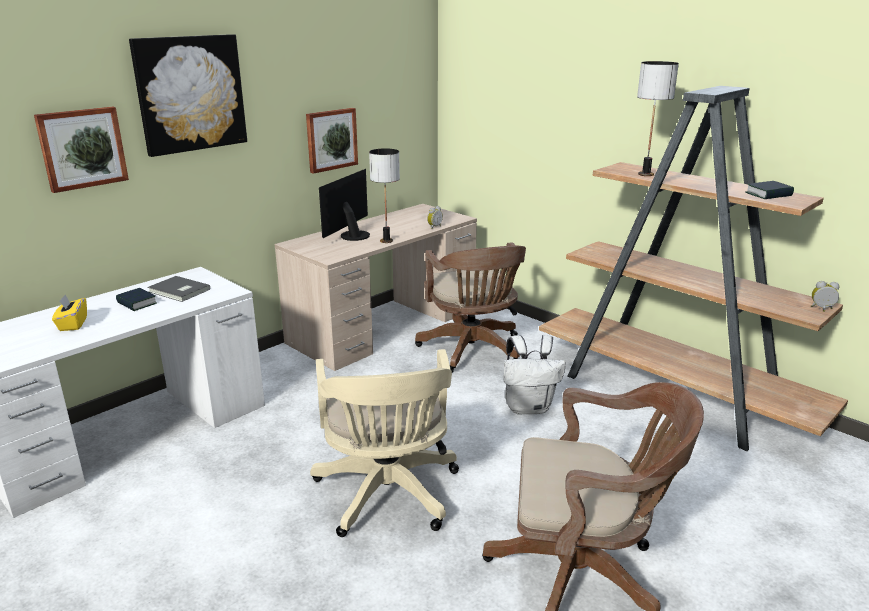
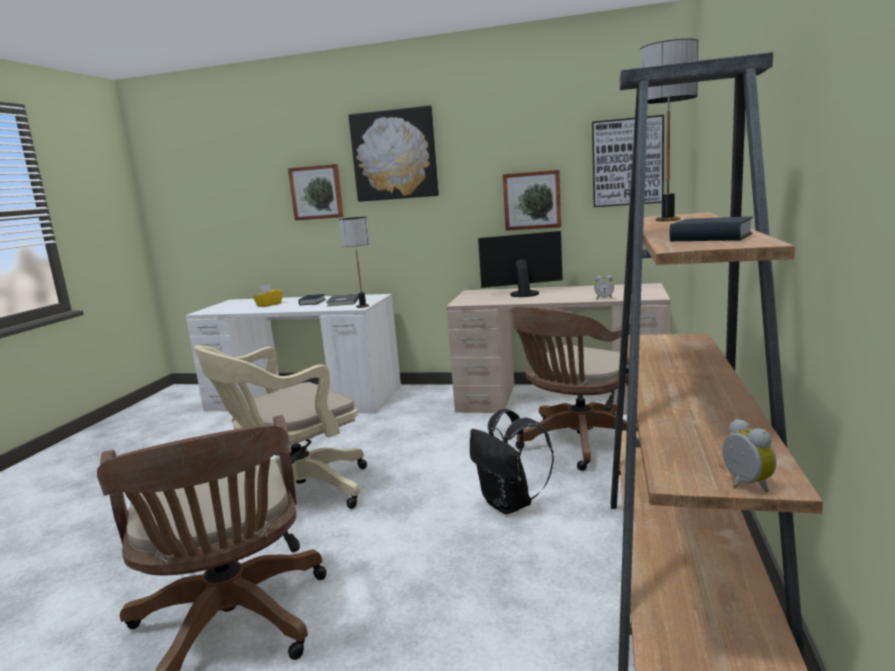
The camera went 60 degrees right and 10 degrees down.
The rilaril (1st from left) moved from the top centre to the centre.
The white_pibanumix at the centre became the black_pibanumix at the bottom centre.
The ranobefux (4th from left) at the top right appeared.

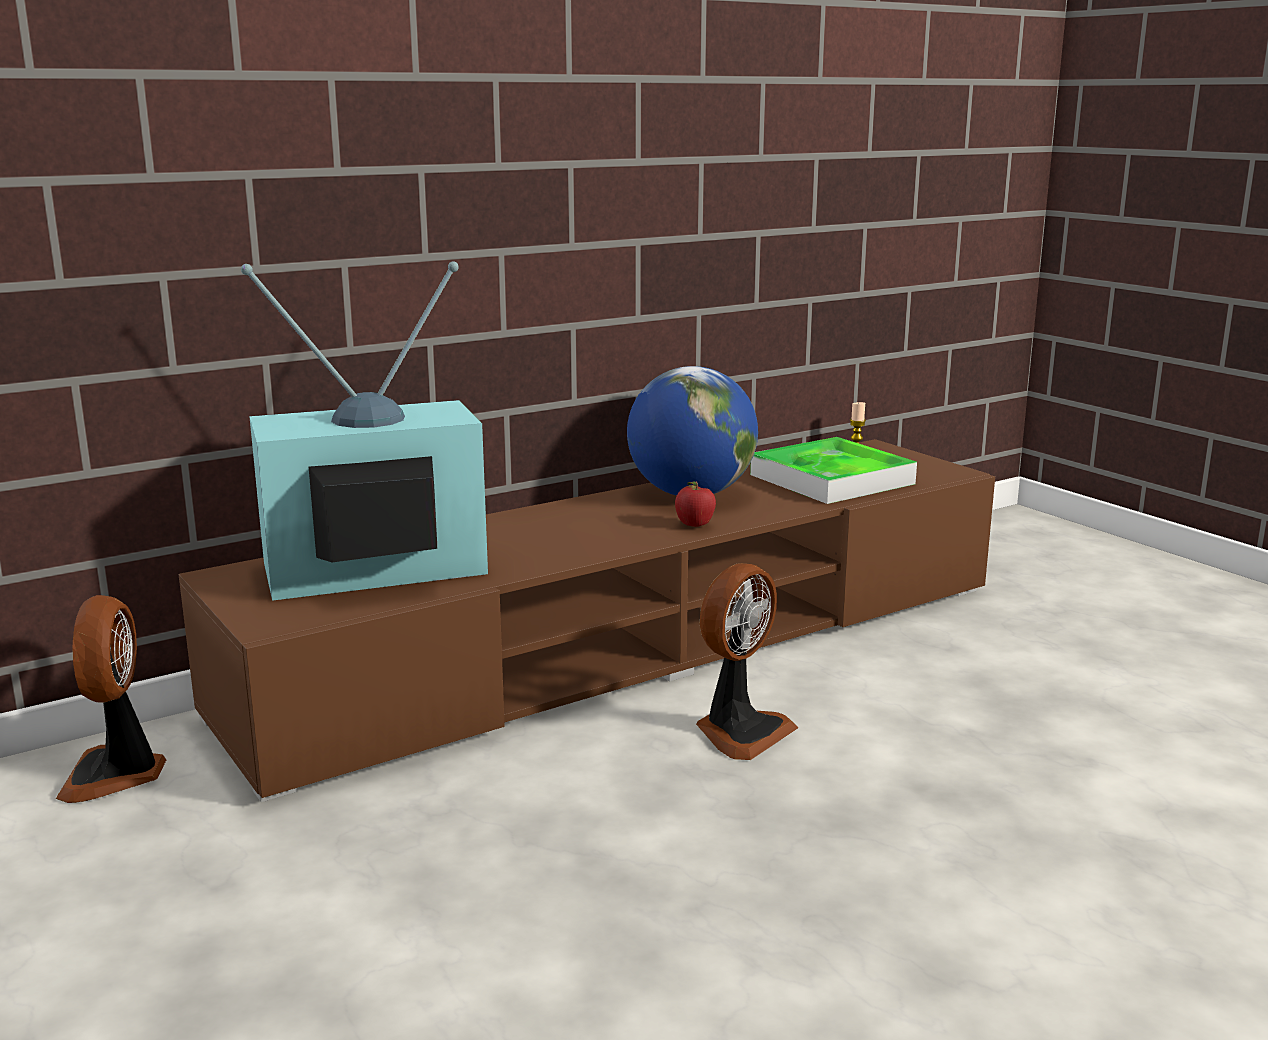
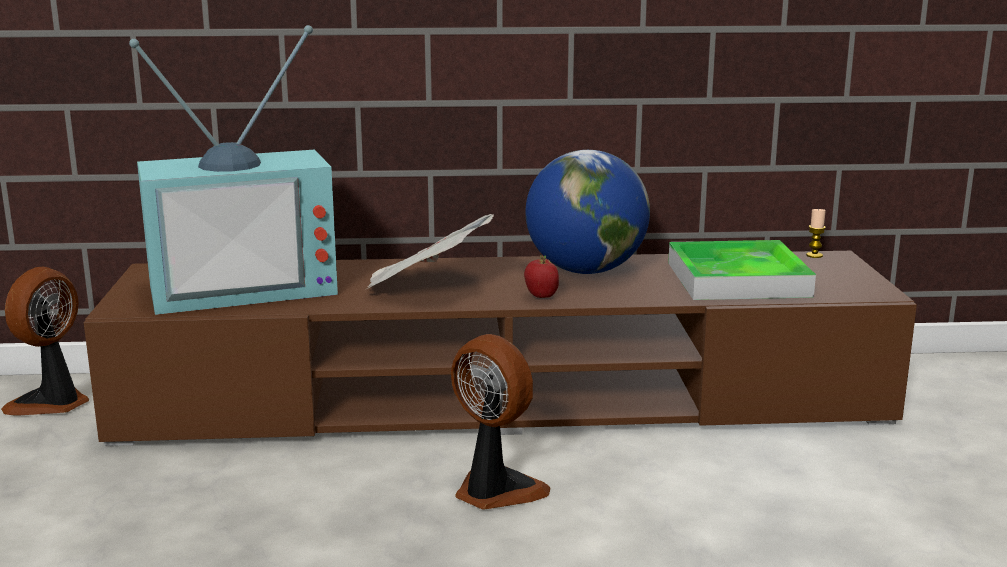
The camera went 30 degrees right and 0 degrees up.
The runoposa at the middle left turned 150 degrees clockwise.
The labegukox (2nd from left) at the centre turned 120 degrees counterclockwise.
The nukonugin at the centre appeared.

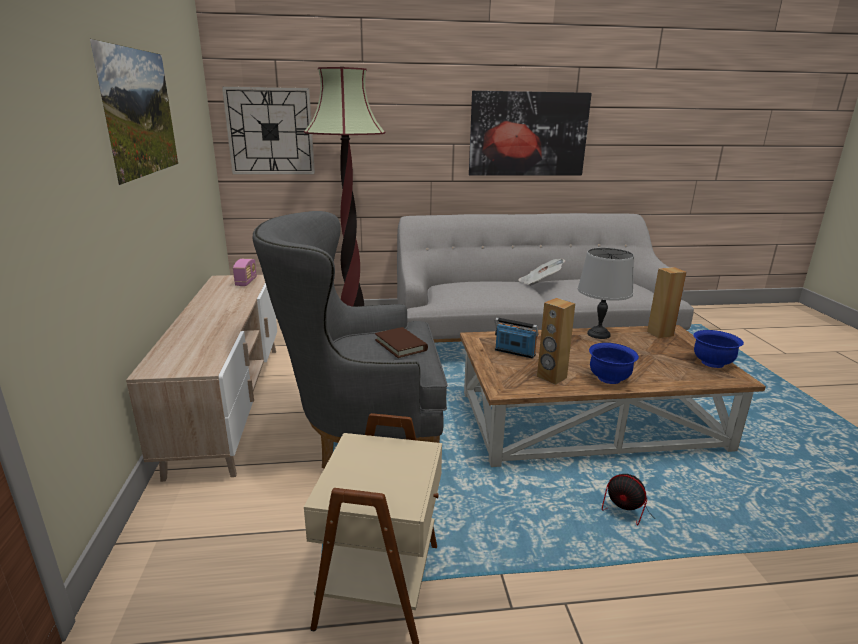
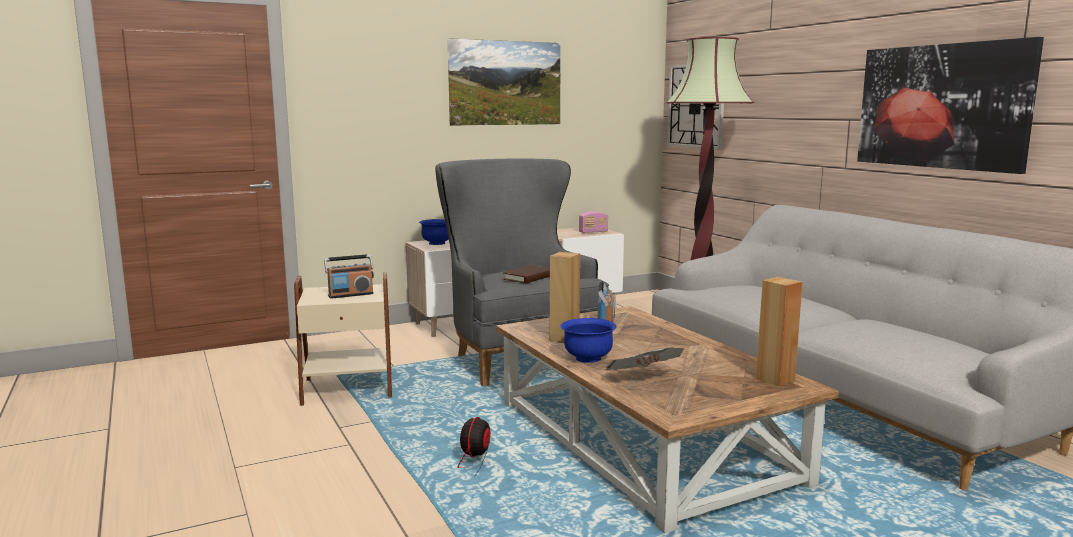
The camera went 70 degrees right and 10 degrees down.
The nukonugin moved from the centre to the bottom centre.
The grey_rilaril at the middle right disappeared.
The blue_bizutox (2nd from left in the first image) moved from the middle right to the centre.
The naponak (1st from left) at the middle left appeared.

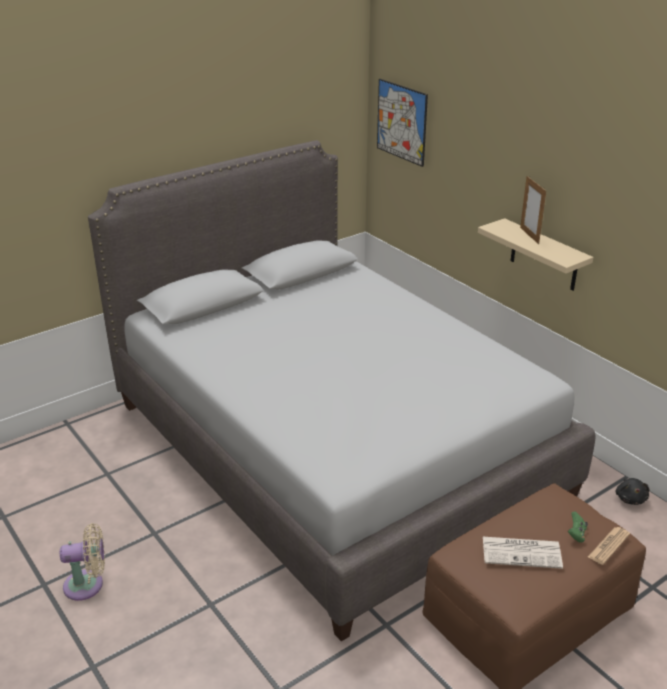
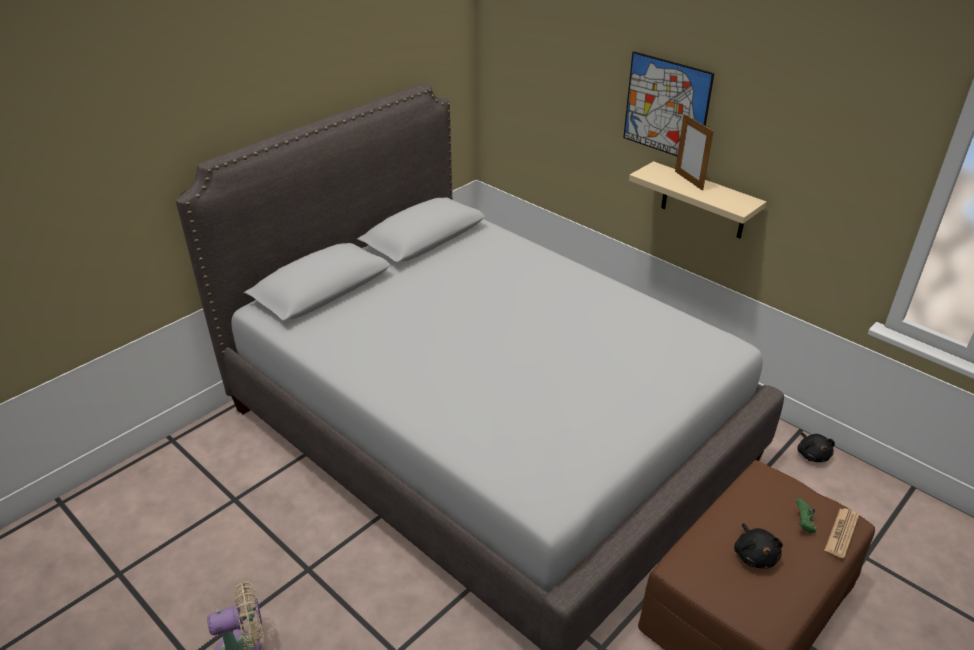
The camera went 10 degrees left and 5 degrees up.
The ranobefux moved from the top centre to the top right.
The nukonugin (1st from left) at the bottom right was replaced by the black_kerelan (1st from left) at the bottom right.

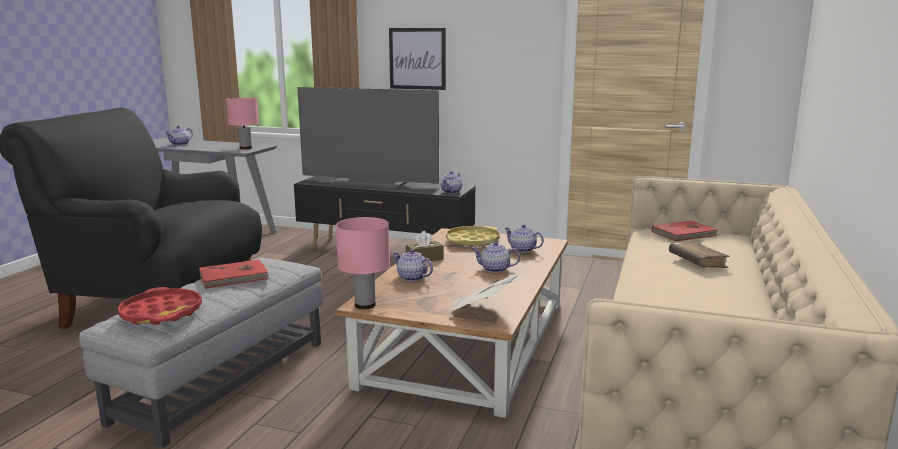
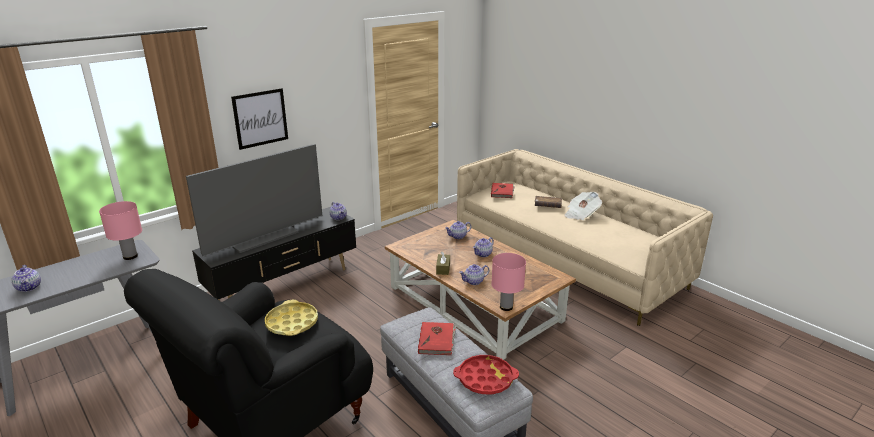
The camera went 60 degrees left and 10 degrees up.
The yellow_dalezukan moved from the centre to the bottom left.
The nukonugin moved from the centre to the middle right.

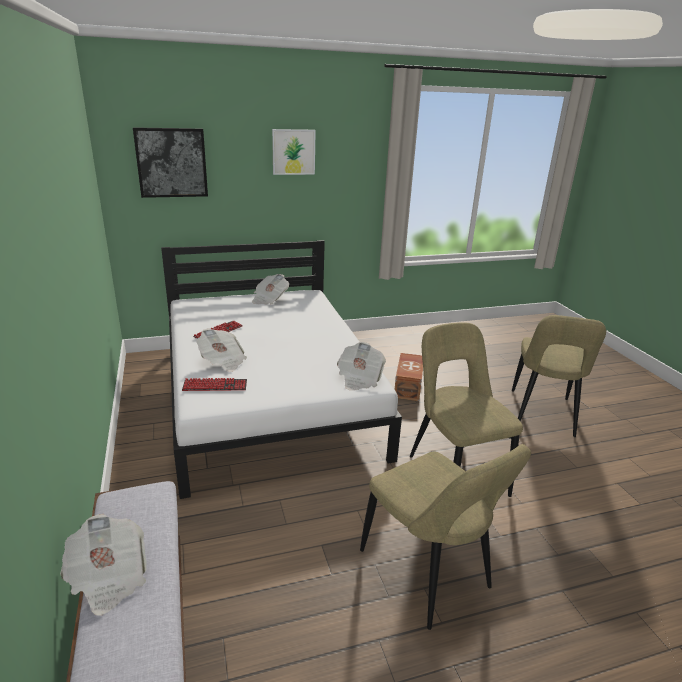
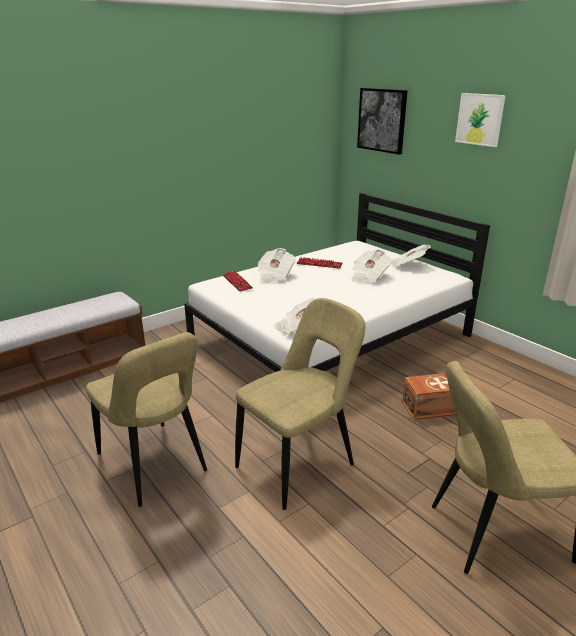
The camera went 70 degrees right and 0 degrees up.
The nukonugin (1st from left in the first image) moved from the bottom left to the centre.
The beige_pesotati (1st from left) at the bottom centre turned 75 degrees counterclockwise.

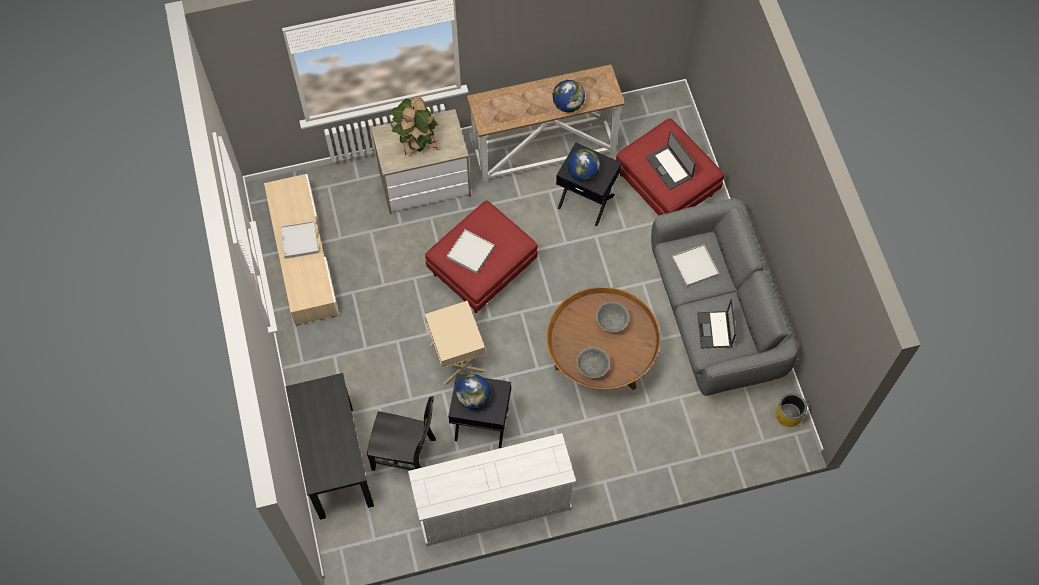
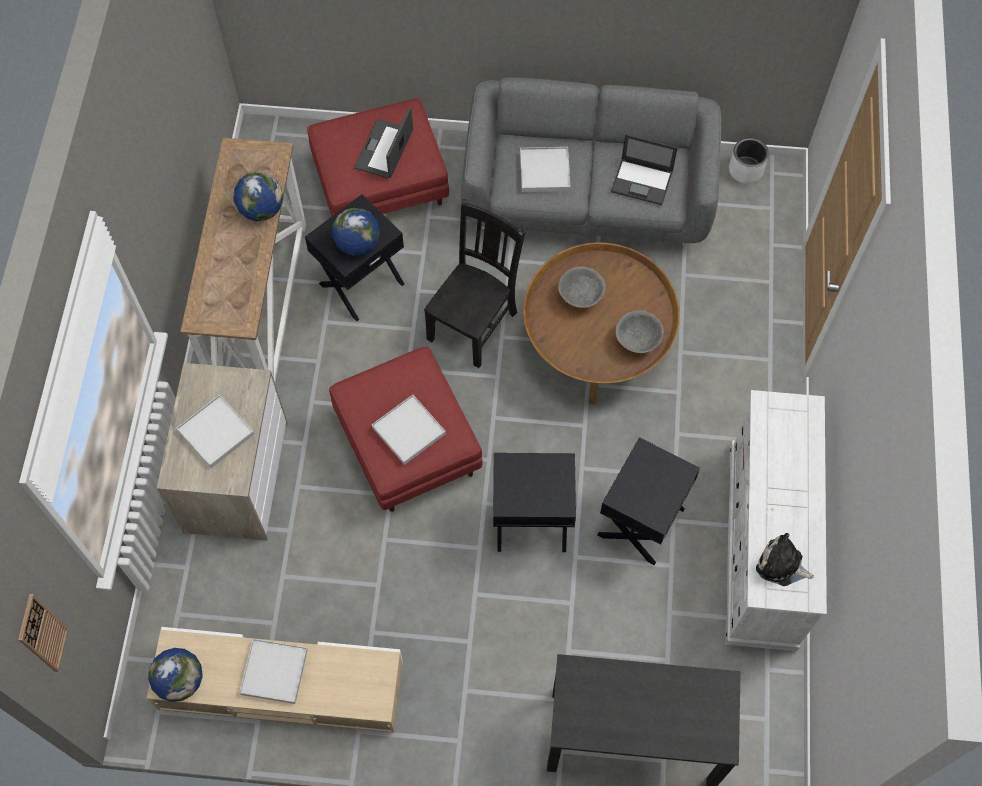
The camera went 70 degrees left and 0 degrees up.
The black_pesotati moved from the bottom centre to the centre.
The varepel at the top centre was replaced by the white_dalezukan (1st from left) at the middle left.
The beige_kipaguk at the centre became the black_kipaguk (2nd from left) at the centre.
The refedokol (1st from left) moved from the bottom centre to the bottom left.
The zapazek (1st from left) at the top centre turned 120 degrees clockwise.
The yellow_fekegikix at the bottom right became the white_fekegikix at the top right.
The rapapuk at the bottom left appeared.
The kerelan at the bottom right appeared.

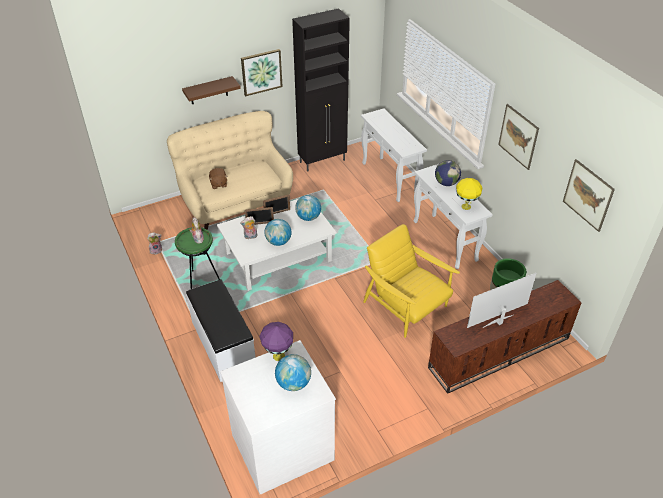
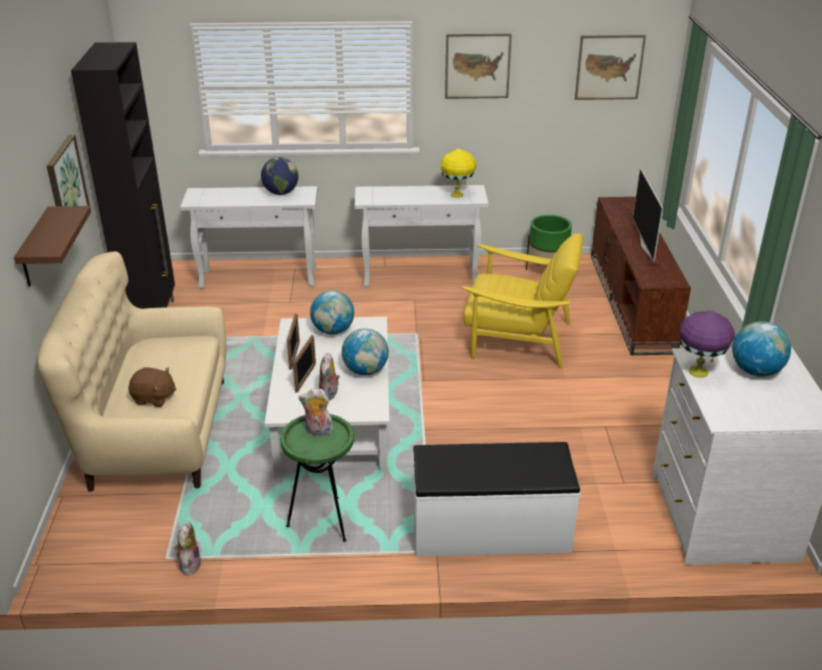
The camera went 65 degrees left and 10 degrees down.
The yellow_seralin at the centre turned 150 degrees counterclockwise.
The refedokol (4th from left in the first image) moved from the middle right to the top centre.

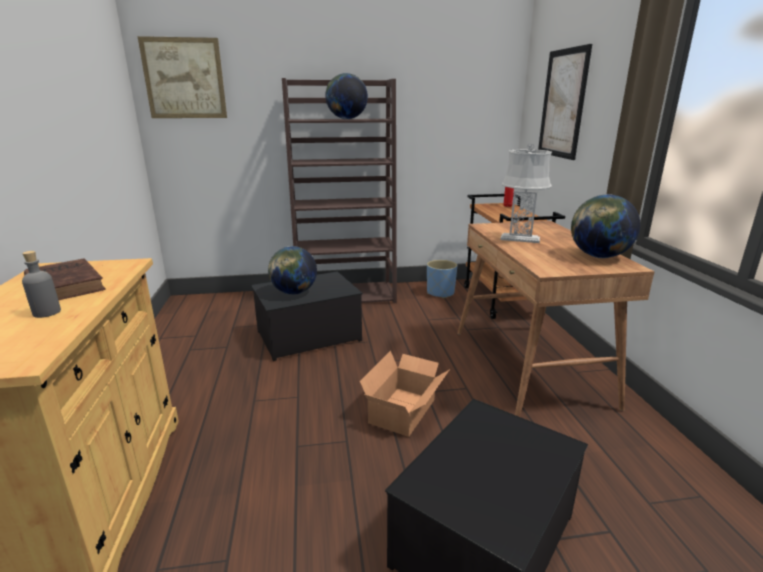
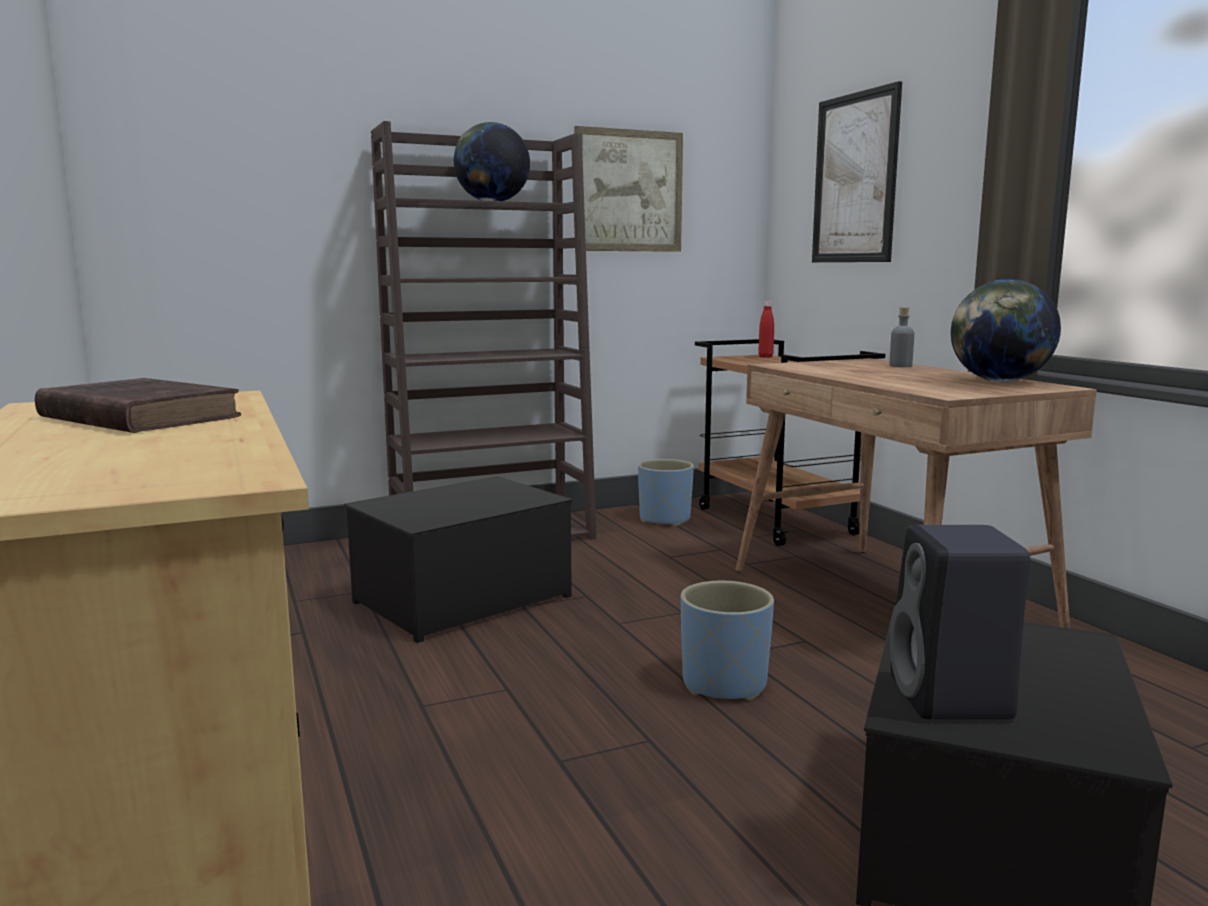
The camera went 15 degrees left and 10 degrees down.
The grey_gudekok moved from the middle left to the middle right.
The ranobefux (1st from left) moved from the top left to the top centre.
The refedokol (1st from left) at the centre disappeared.
The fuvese at the bottom centre was replaced by the blue_fekegikix (2nd from left) at the bottom centre.
The grey_rilaril at the middle right disappeared.
The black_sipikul at the bottom right appeared.

